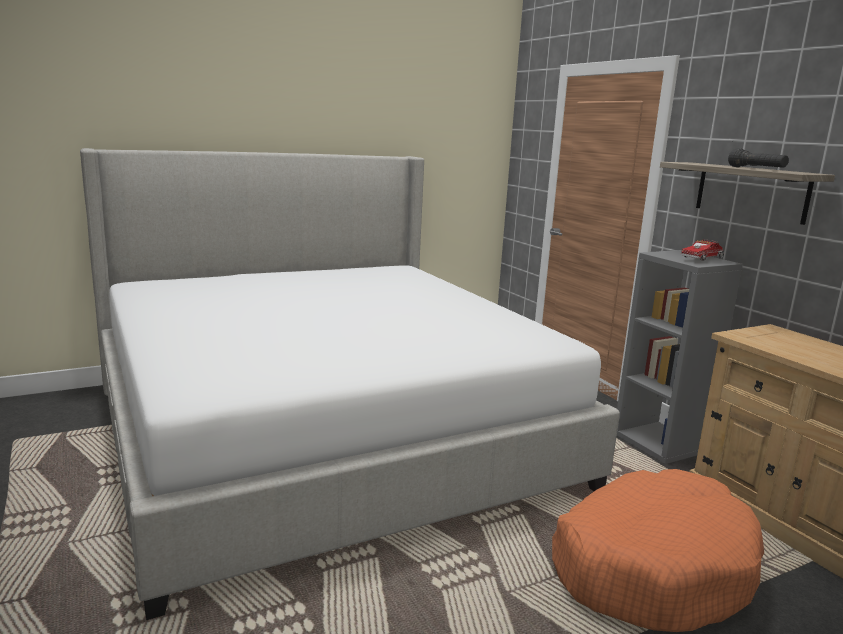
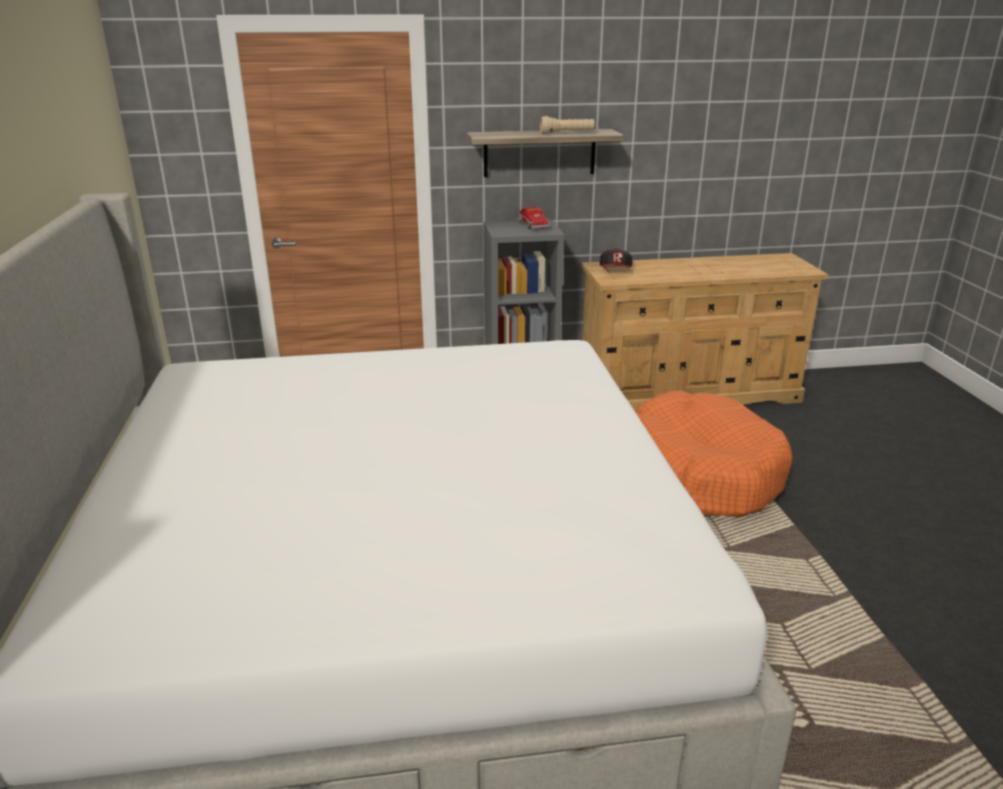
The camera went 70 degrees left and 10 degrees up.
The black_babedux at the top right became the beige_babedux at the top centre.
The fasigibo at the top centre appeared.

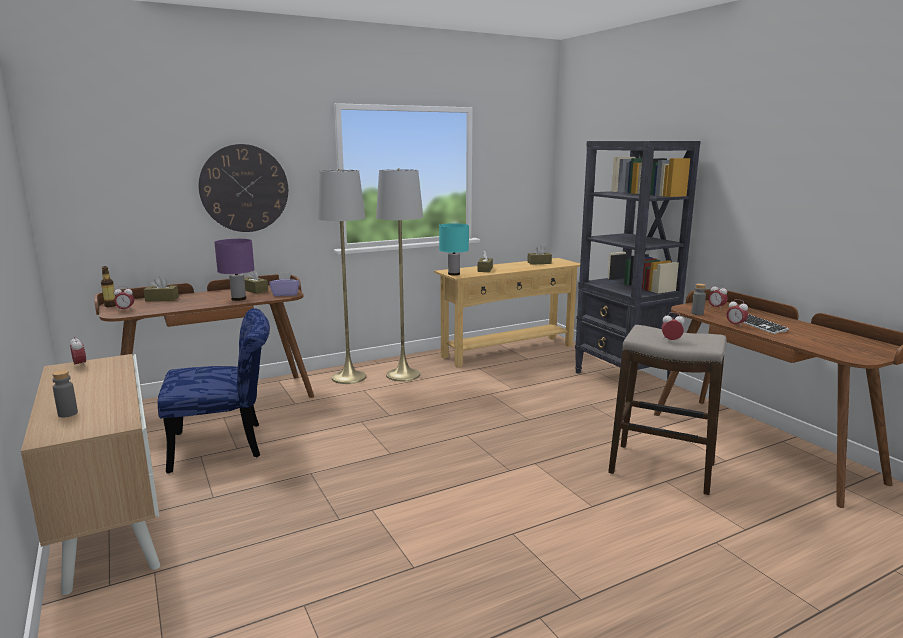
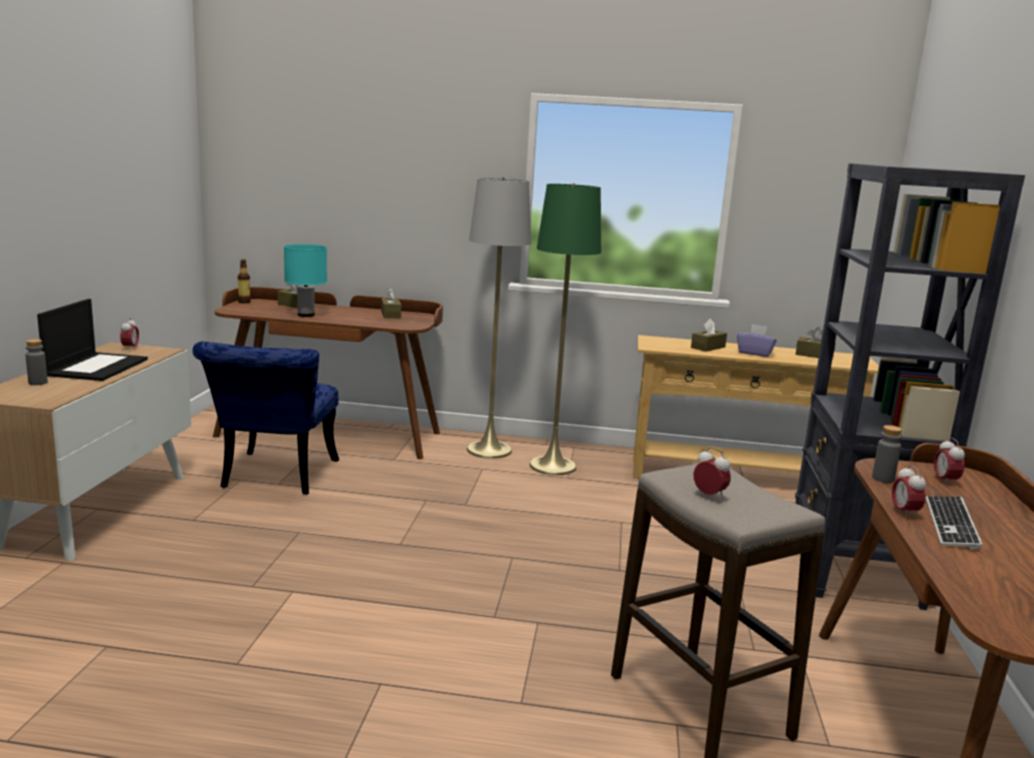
The camera went 35 degrees right and 0 degrees up.
The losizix (2nd from left) at the middle left disappeared.
The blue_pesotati at the middle left turned 75 degrees clockwise.
The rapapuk at the top left disappeared.
The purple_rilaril at the middle left disappeared.
The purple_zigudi moved from the middle left to the middle right.
The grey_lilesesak (2nd from left) at the centre became the green_lilesesak at the centre.
The turquoise_rilaril moved from the centre to the middle left.
The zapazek at the middle left appeared.

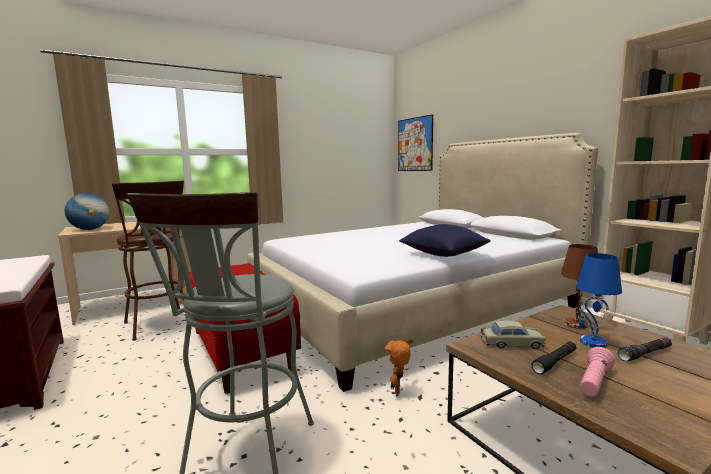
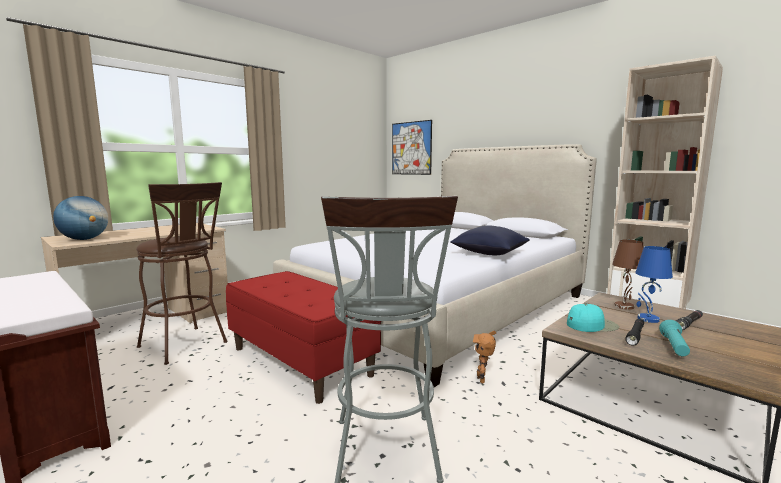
The camera went 15 degrees left and 0 degrees up.
The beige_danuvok at the bottom right was replaced by the turquoise_fasigibo at the middle right.
The pink_babedux at the bottom right became the turquoise_babedux at the bottom right.

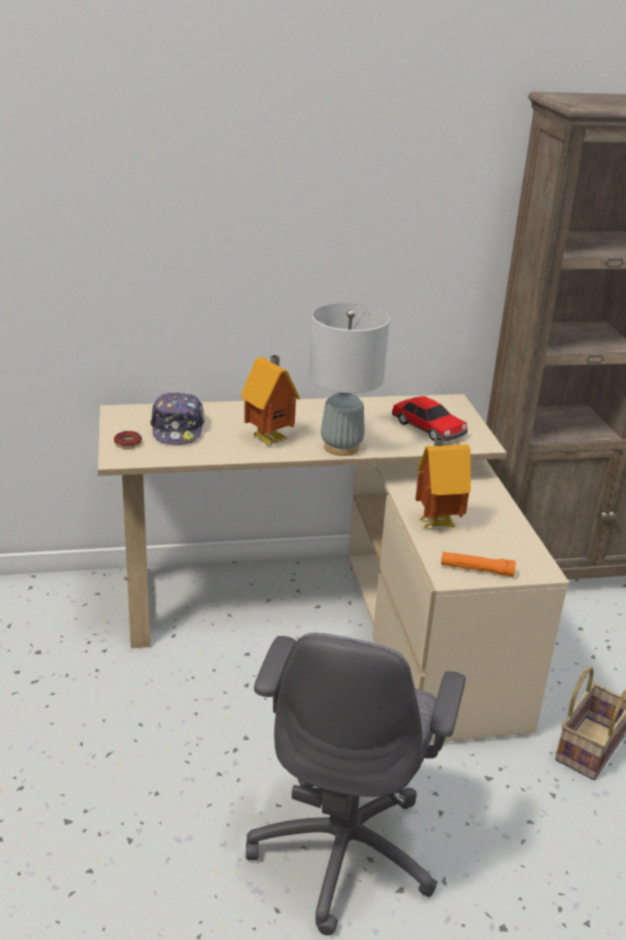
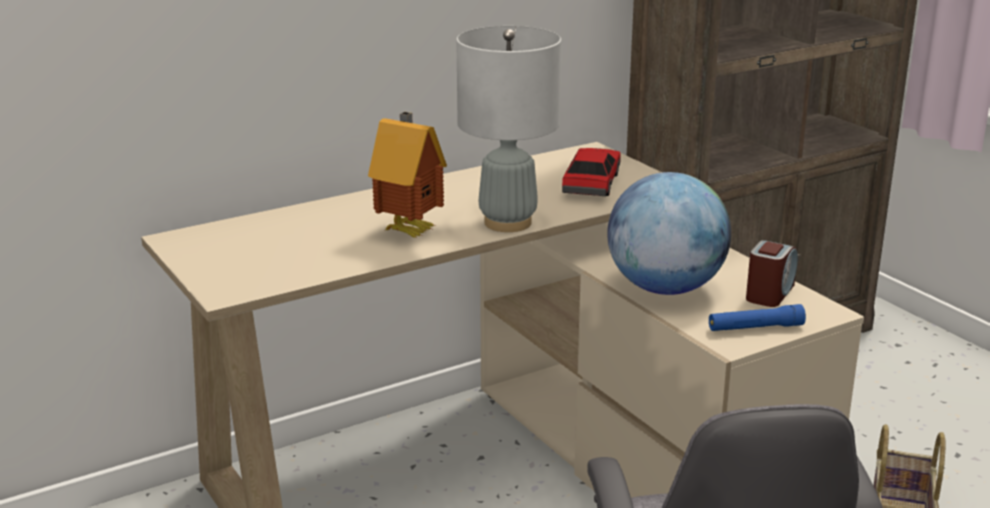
The camera went 20 degrees left and 5 degrees down.
The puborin at the middle left disappeared.
The fasigibo at the middle left disappeared.
The danuvok at the middle right turned 105 degrees counterclockwise.
The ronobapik (2nd from left) at the middle right was replaced by the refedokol at the middle right.
The orange_babedux at the middle right became the blue_babedux at the middle right.
The losizix at the middle right appeared.

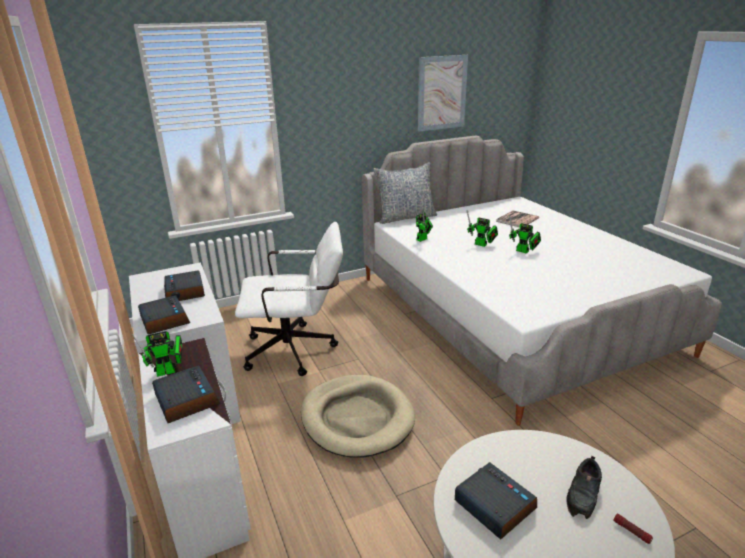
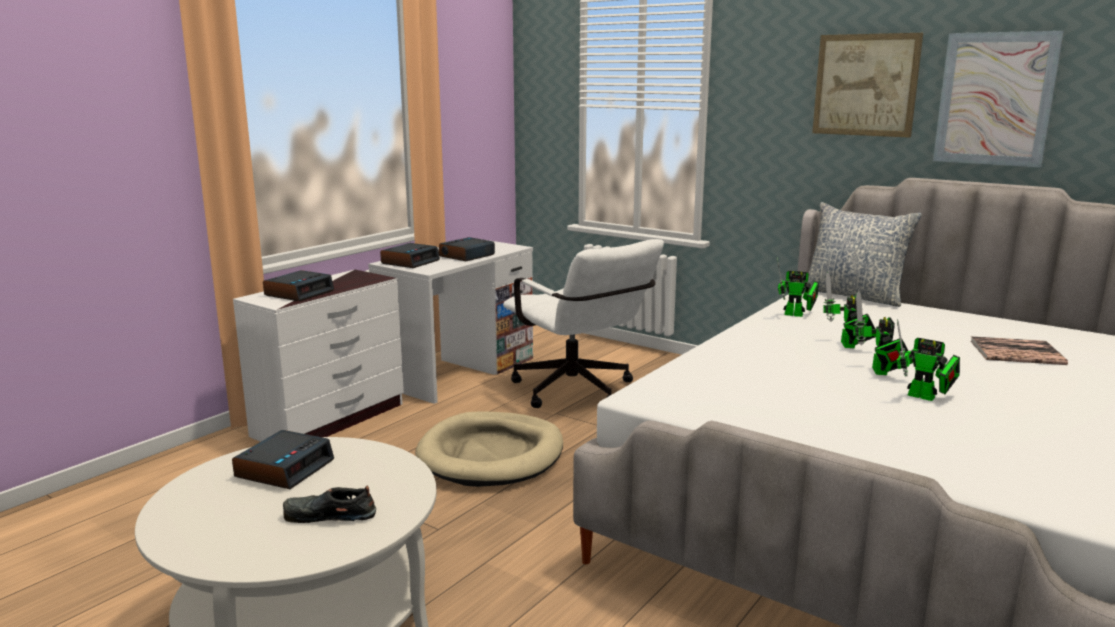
The camera went 60 degrees right and 10 degrees down.
The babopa (1st from left in the first image) moved from the middle left to the middle right.
The babedux at the bottom right disappeared.
The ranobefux (1st from left) at the top right appeared.

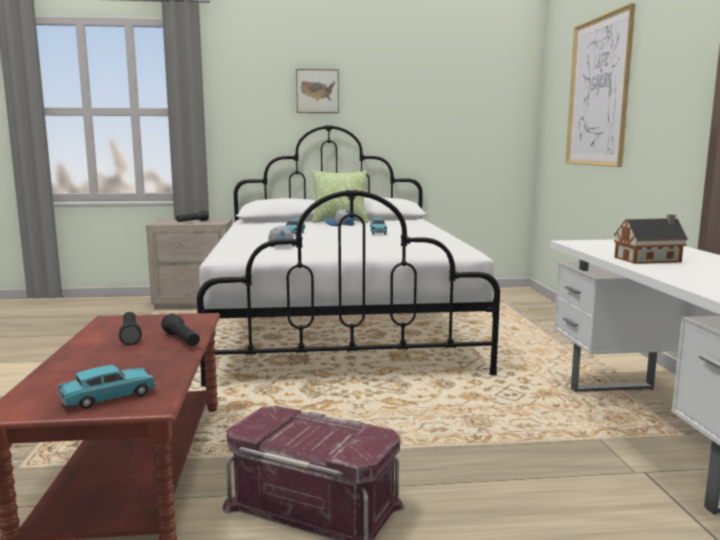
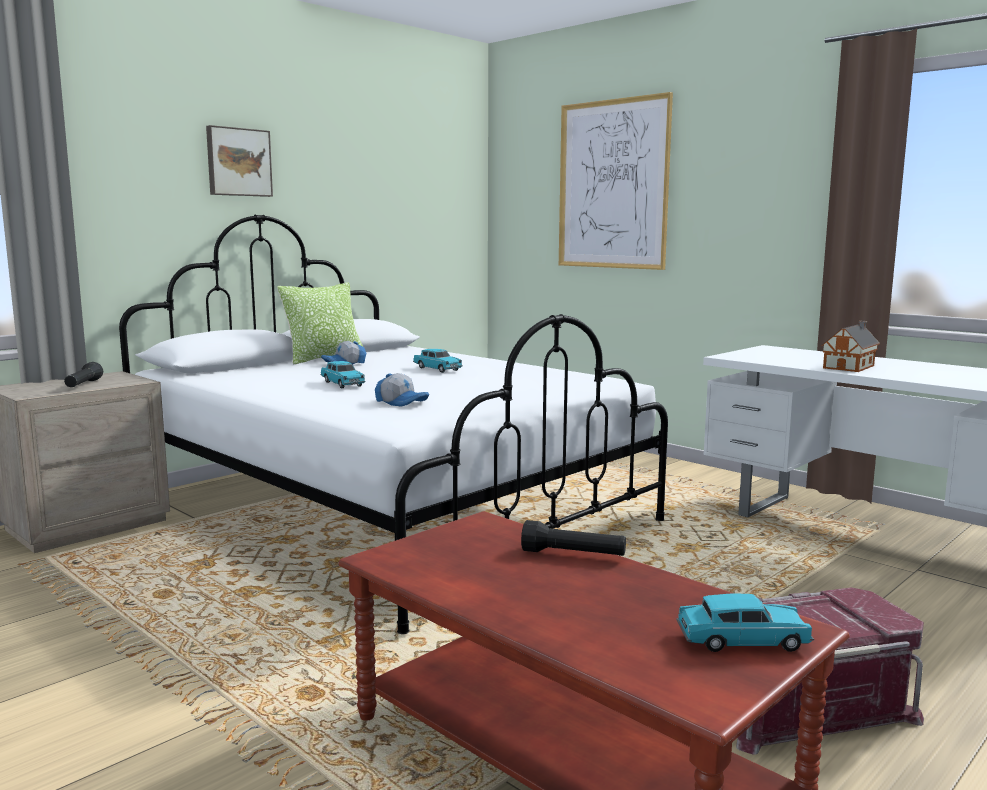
The camera went 40 degrees left and 0 degrees up.
The turquoise_danuvok (1st from left in the first image) at the bottom left turned 75 degrees clockwise.
The black_babedux (1st from left) at the middle left disappeared.

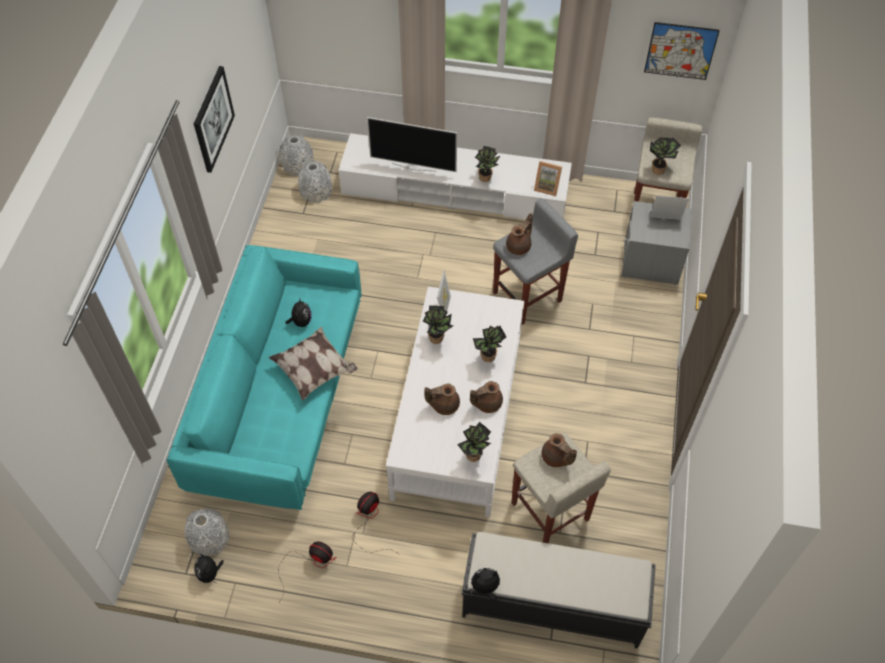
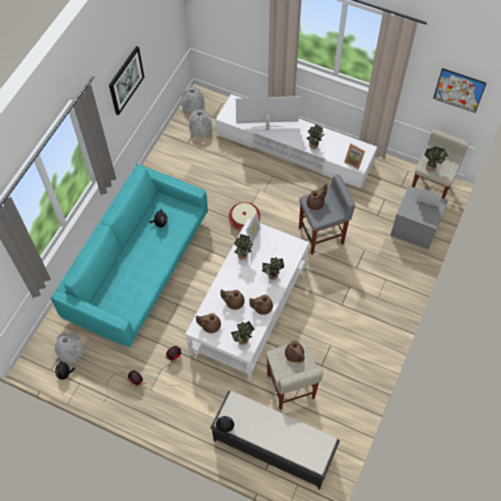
The camera went 15 degrees right and 5 degrees up.
The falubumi at the centre disappeared.
The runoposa at the top centre turned 150 degrees clockwise.
The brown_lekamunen (1st from left) at the centre appeared.
The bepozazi at the centre appeared.

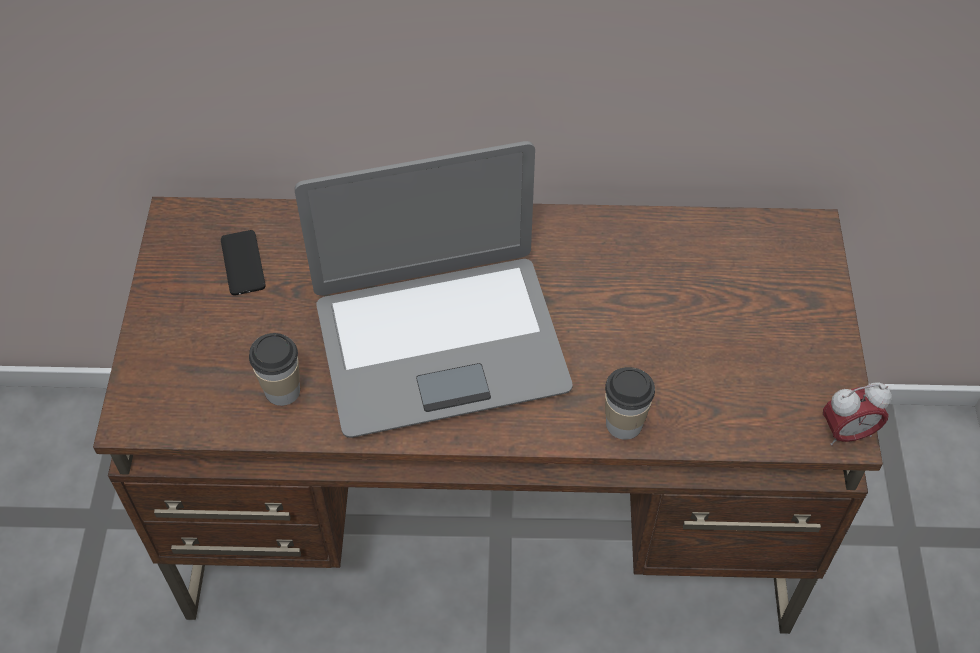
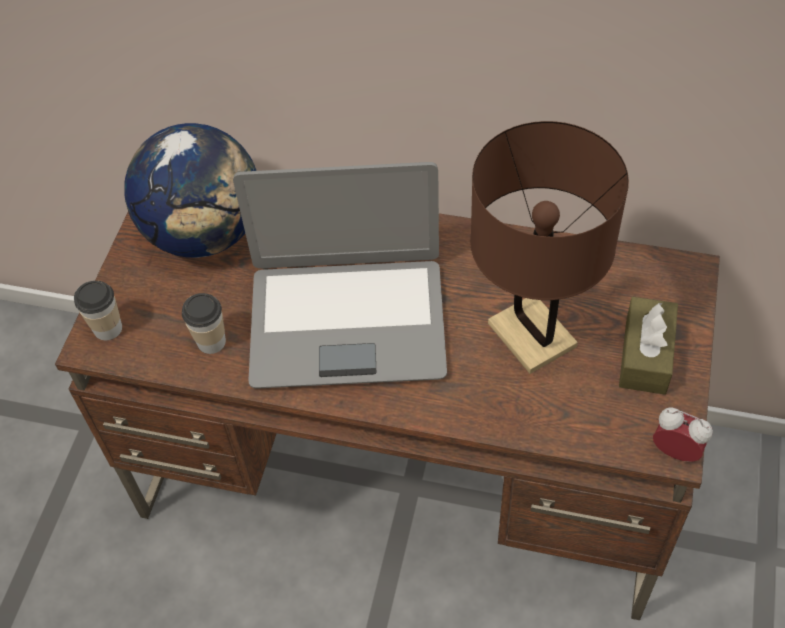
The camera went 15 degrees right and 0 degrees up.
The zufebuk at the middle left was replaced by the refedokol at the top left.
The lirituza (2nd from left in the first image) moved from the centre to the middle left.
The losizix at the middle right turned 150 degrees counterclockwise.
The brown_rilaril at the middle right appeared.
The brown_zigudi at the middle right appeared.

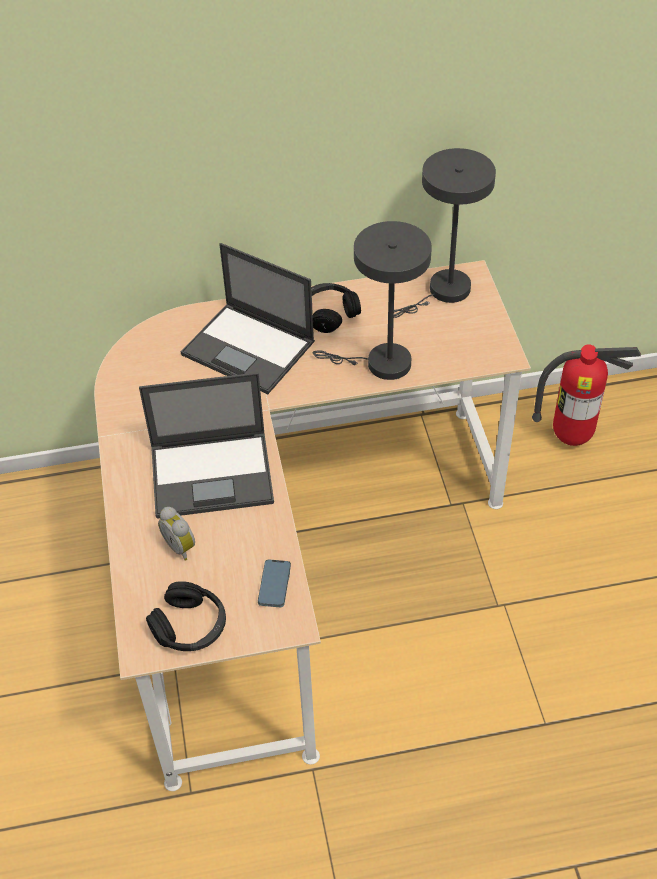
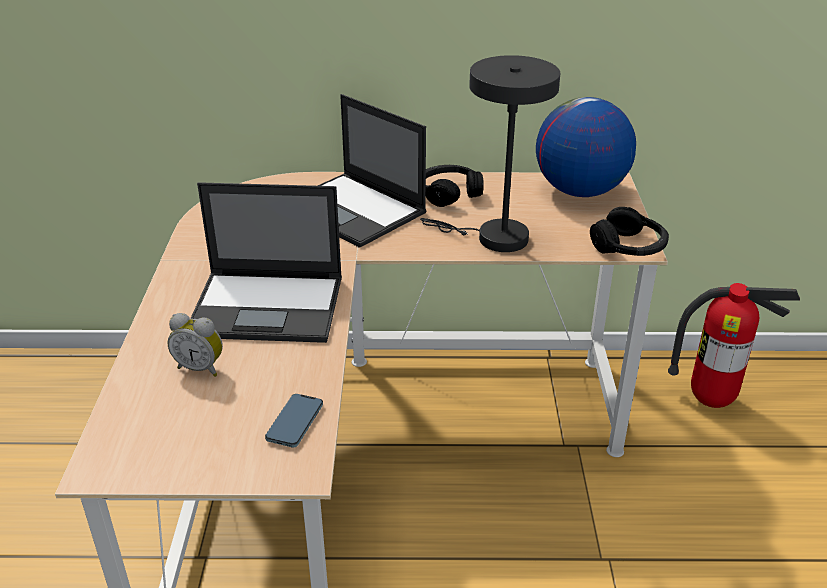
The camera went 10 degrees right and 15 degrees down.
The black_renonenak (1st from left in the first image) moved from the bottom left to the middle right.
The losizix at the middle left turned 45 degrees counterclockwise.
The grey_rilaril (2nd from left) at the top right was replaced by the refedokol at the top right.

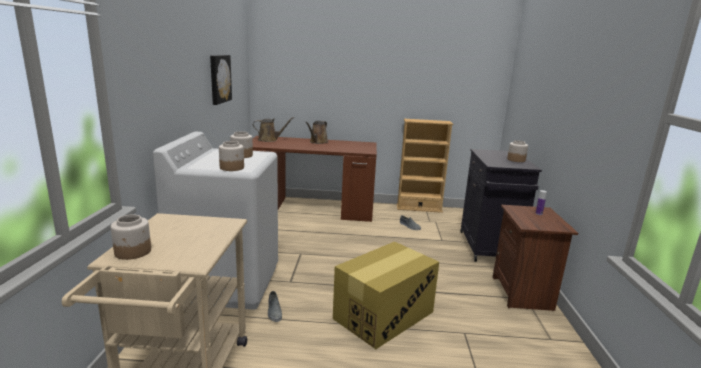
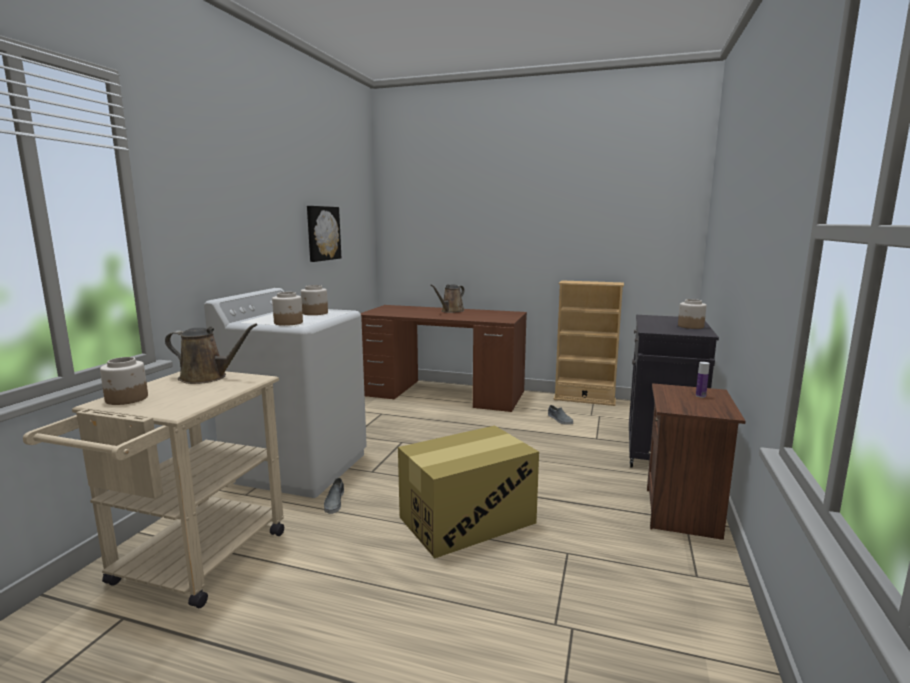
The camera went 15 degrees right and 5 degrees down.
The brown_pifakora (1st from left) moved from the centre to the middle left.

